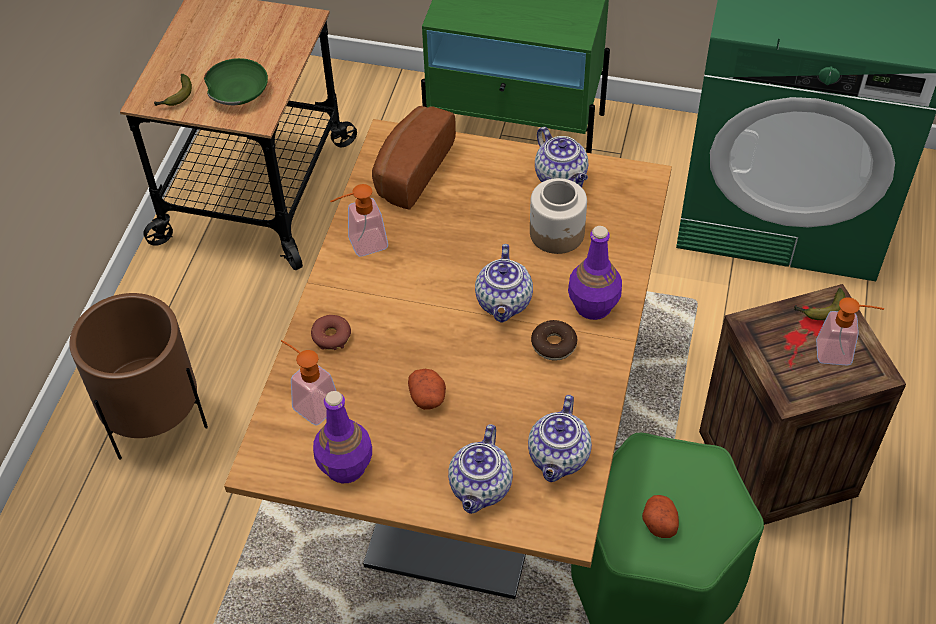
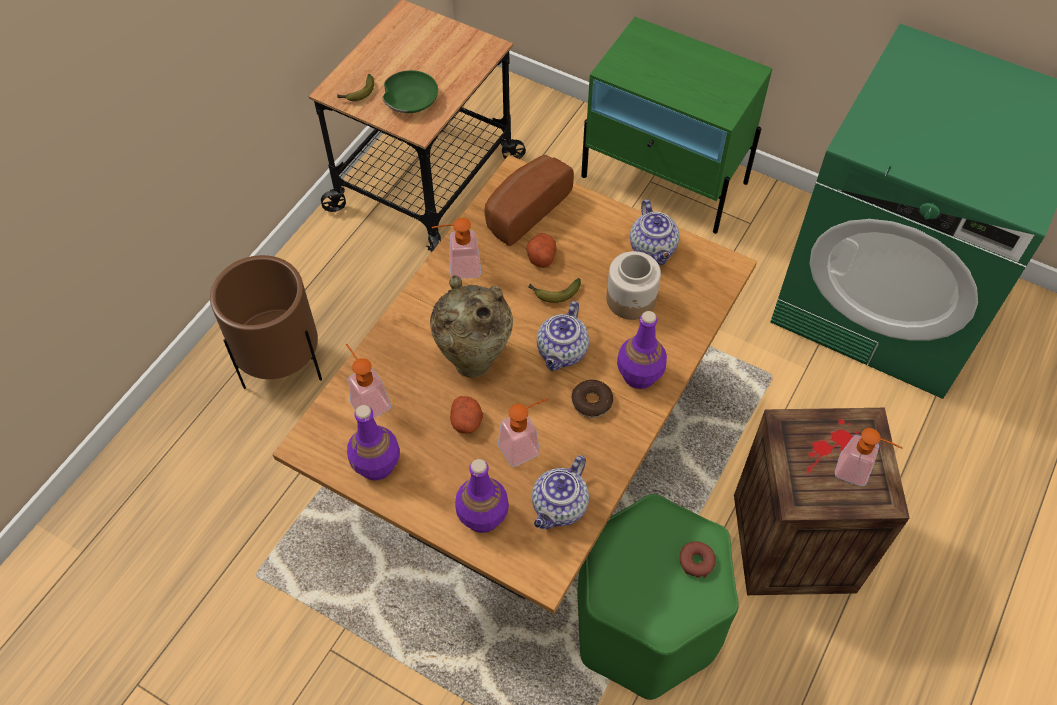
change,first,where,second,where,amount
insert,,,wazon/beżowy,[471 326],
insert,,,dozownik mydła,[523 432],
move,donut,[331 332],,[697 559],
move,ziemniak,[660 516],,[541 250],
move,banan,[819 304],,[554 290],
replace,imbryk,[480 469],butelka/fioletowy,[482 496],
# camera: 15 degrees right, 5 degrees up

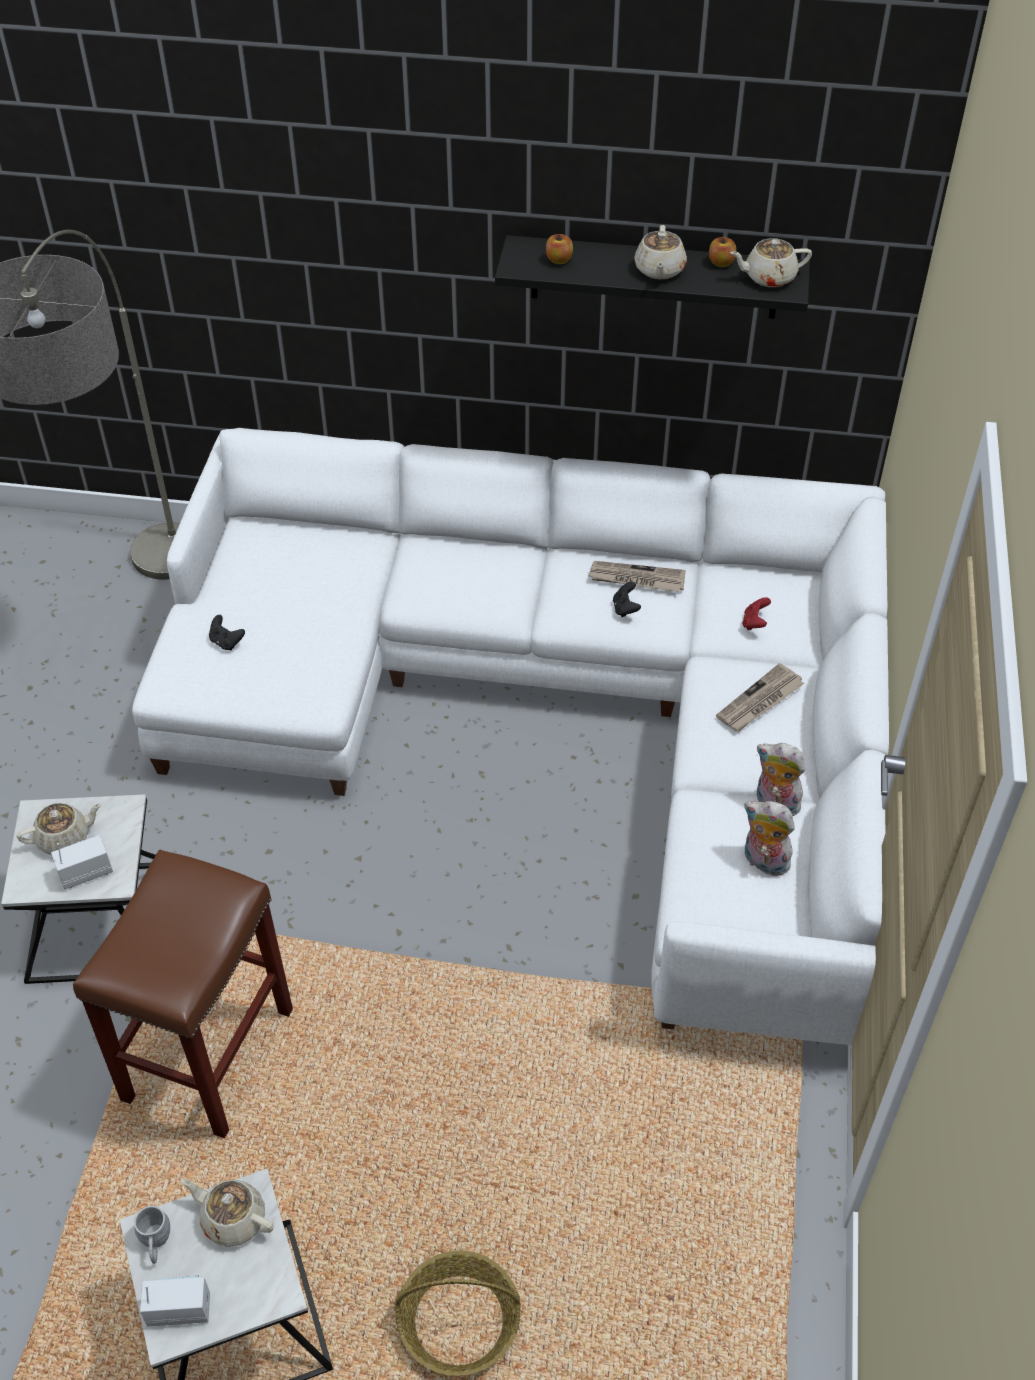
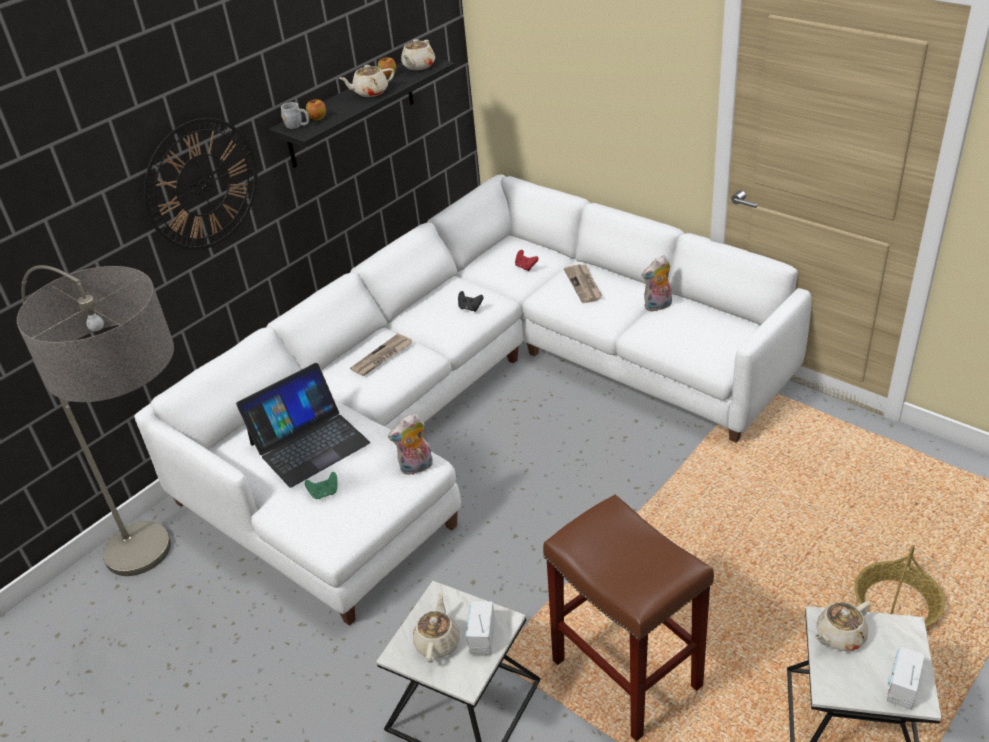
change,first,where,second,where,amount
insert,,,zegar ścienny,[201 184],
insert,,,laptop,[303 425],
move,kubek/szary,[152 1235],,[295 115],
move,gazeta,[637 576],,[381 355],
move,pluszak,[769 838],,[410 444],
recolor,pad do gier/czarny,[227 633],pad do gier/zielony,[321 485],
rotate,imbryk/beżowy,[660 252],,[366 81],120 degrees clockwise
# camera: 55 degrees left, 10 degrees down

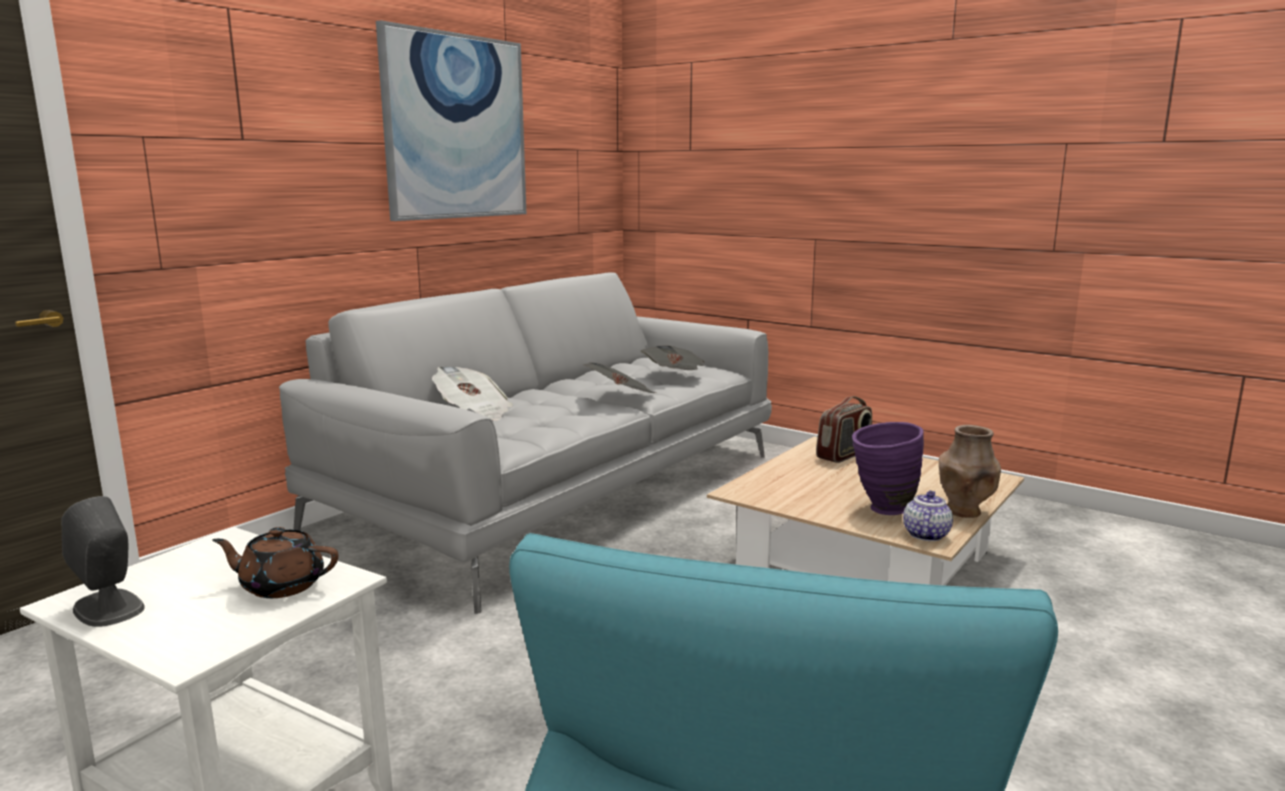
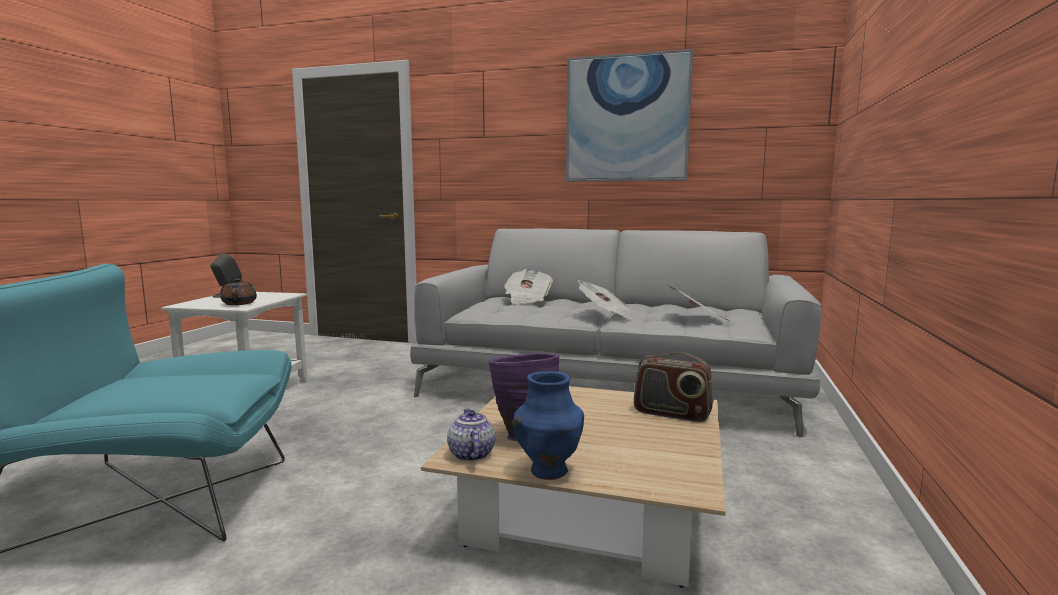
change,first,where,second,where,amount
recolor,wazon/brązowy,[970 471],wazon/niebieski,[548 425],
rotate,imbryk,[928 516],,[471 435],105 degrees counterclockwise
# camera: 70 degrees right, 5 degrees down

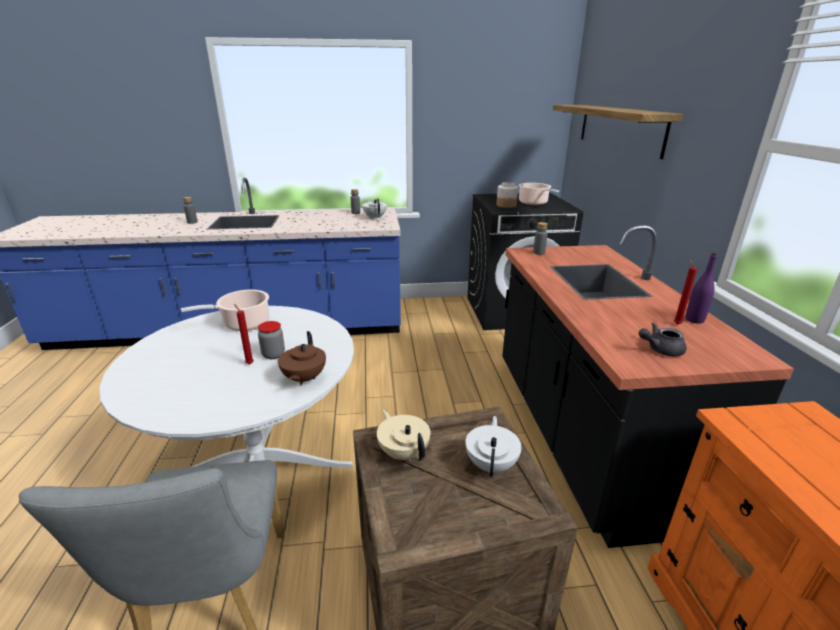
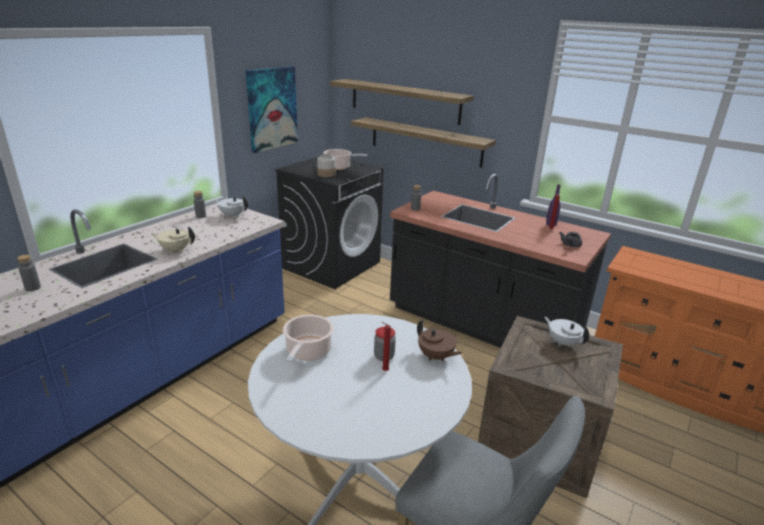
change,first,where,second,where,amount
insert,,,obraz,[272 109],
insert,,,półka,[423 142],
move,imbryk/beżowy,[403 435],,[172 240],
# camera: 50 degrees left, 0 degrees up

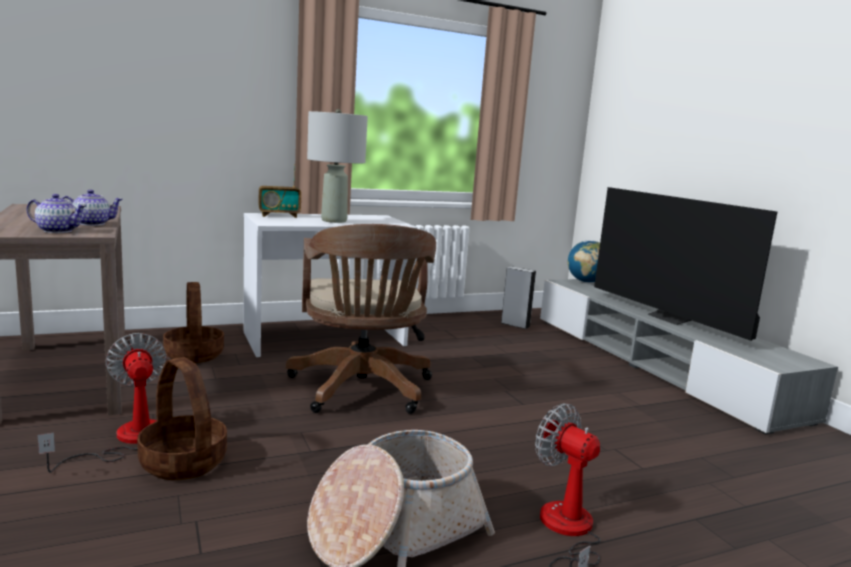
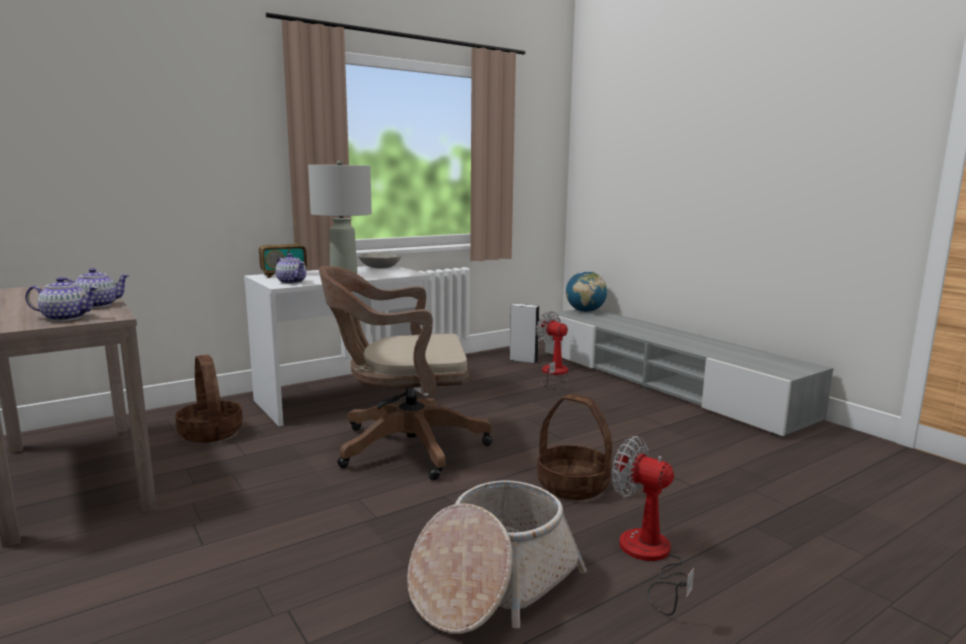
change,first,where,second,where,amount
delete,telewizor,[685 264],,,
insert,,,imbryk,[291 269],
insert,,,miska/szary,[380 261],
move,wentylator,[102 402],,[553 349],
move,koszyk,[182 418],,[574 447],
rotate,krzesło biurowe/brązowy,[361 319],,[405 373],105 degrees clockwise
# camera: 10 degrees left, 0 degrees up

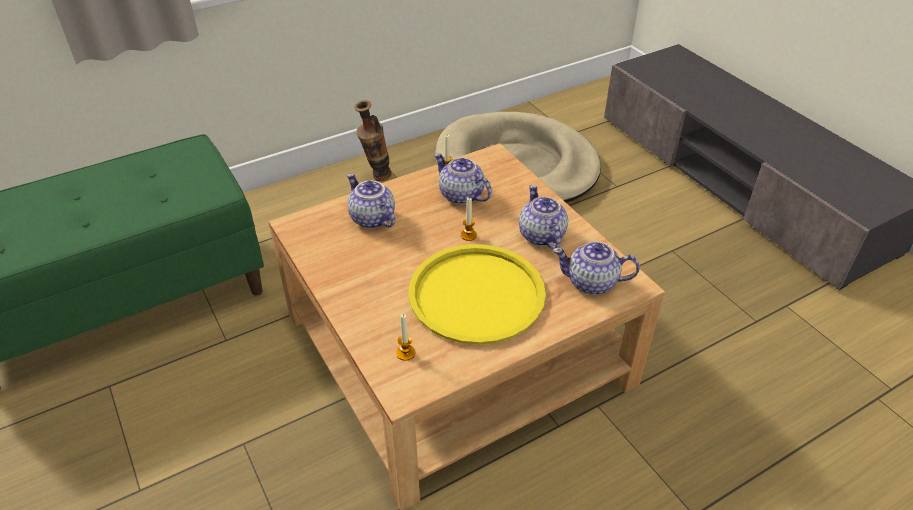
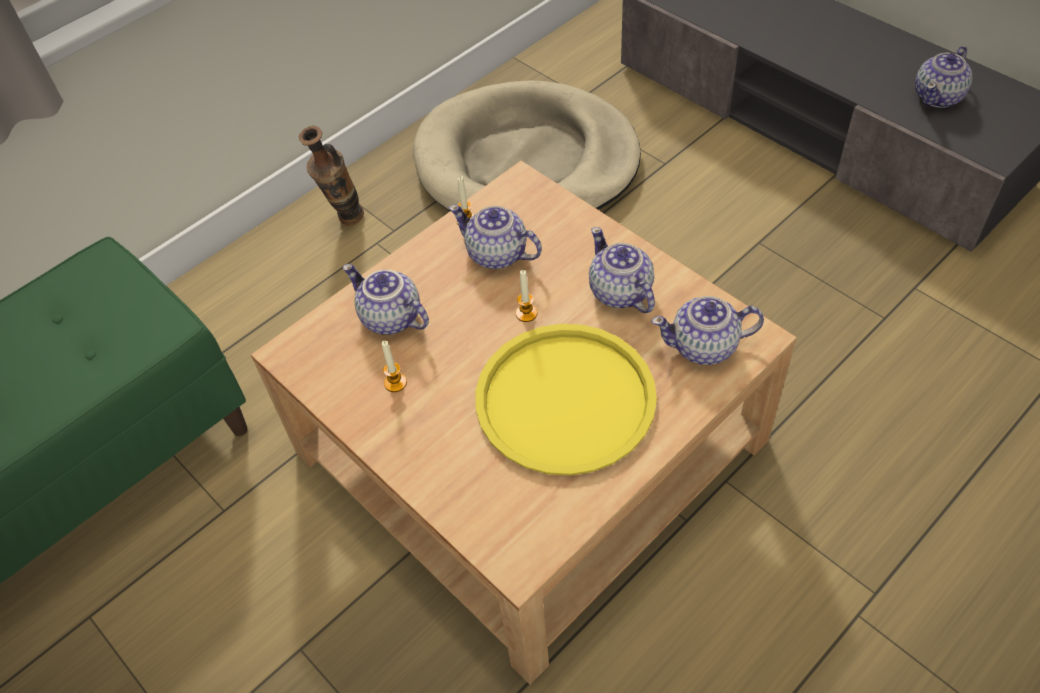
change,first,where,second,where,amount
insert,,,imbryk,[943 77],
move,świeca,[405 337],,[394 366],
# camera: 10 degrees left, 10 degrees up

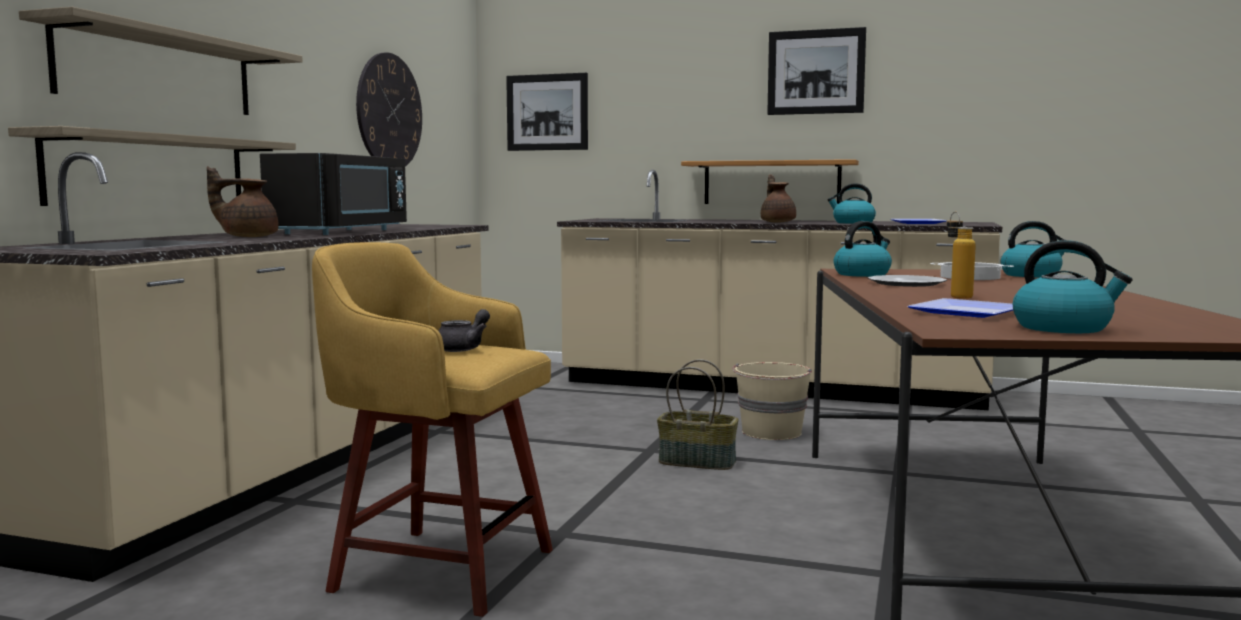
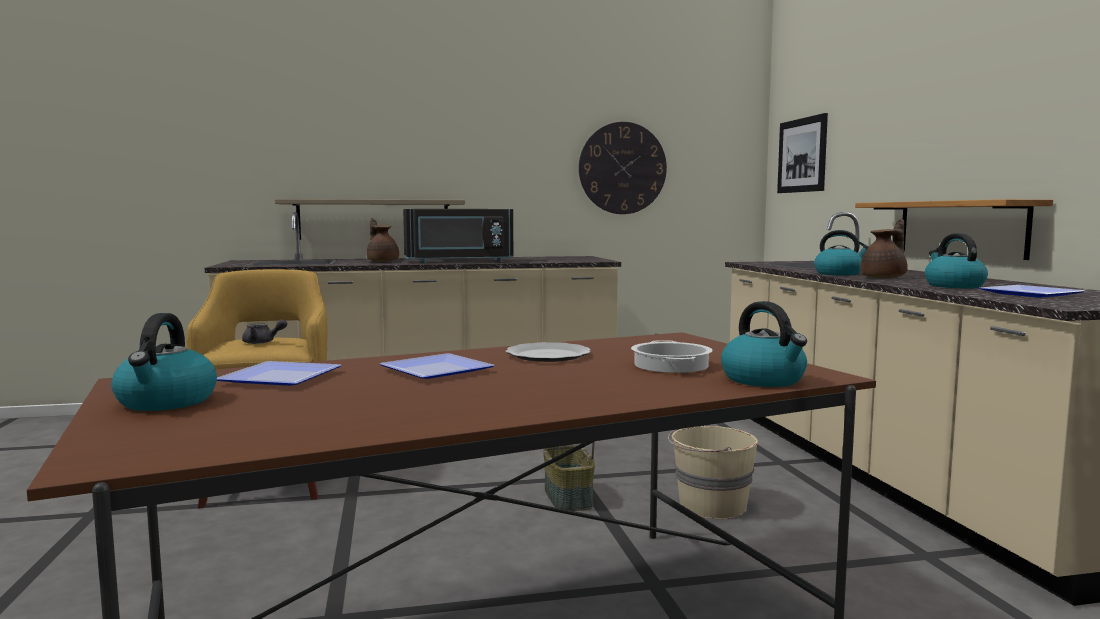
change,first,where,second,where,amount
delete,półka,[161 61],,,
delete,obraz,[816 71],,,
move,czajnik,[863 249],,[841 253],
replace,butelka,[961 255],talerz,[437 366],
# camera: 60 degrees right, 0 degrees up

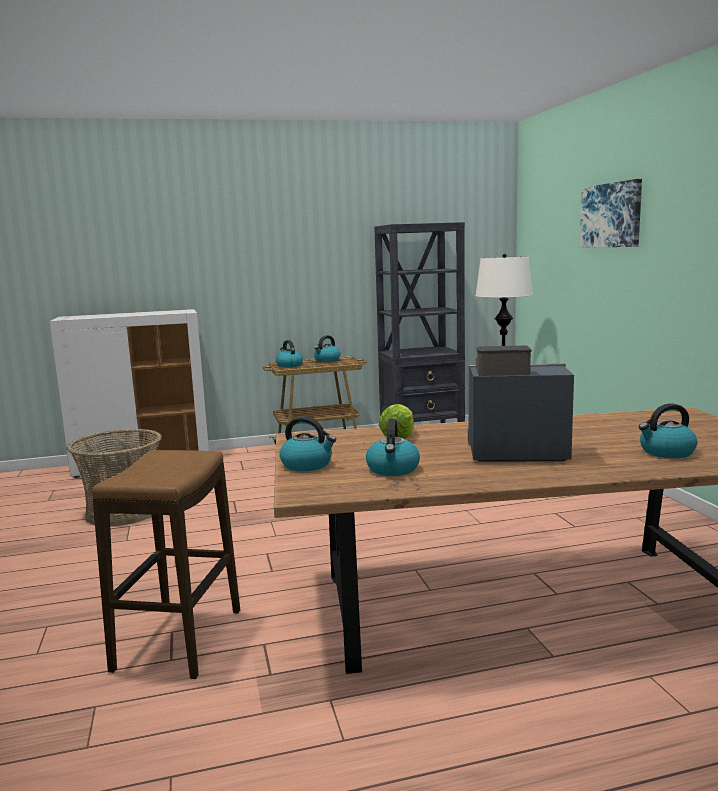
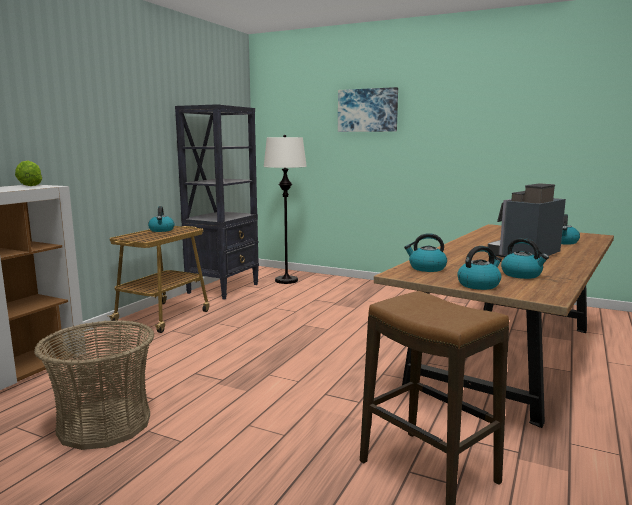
change,first,where,second,where,amount
move,czajnik,[289 354],,[425 252],
move,sałata,[396 421],,[28 173],
# camera: 50 degrees left, 0 degrees up

